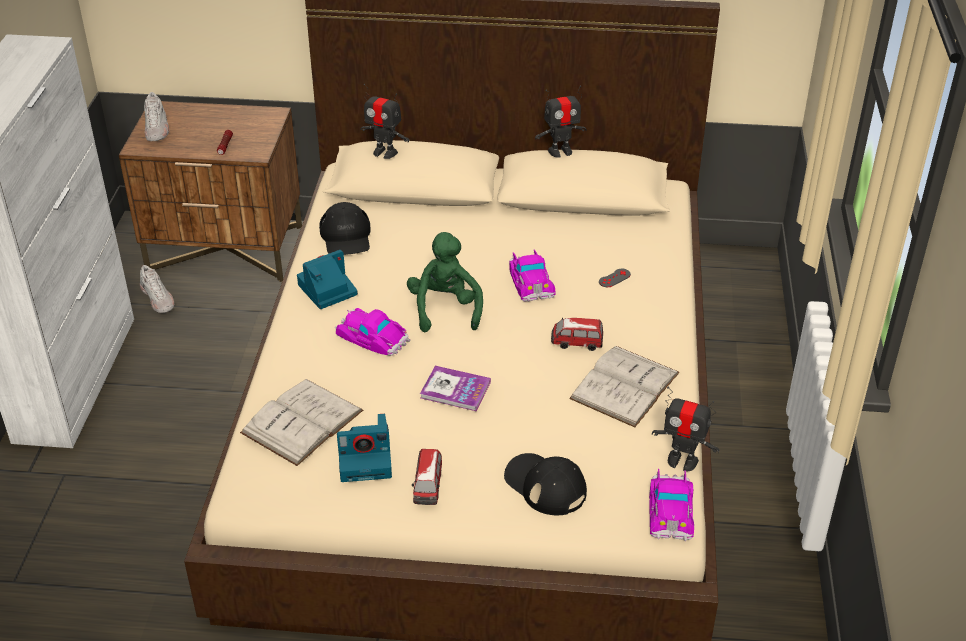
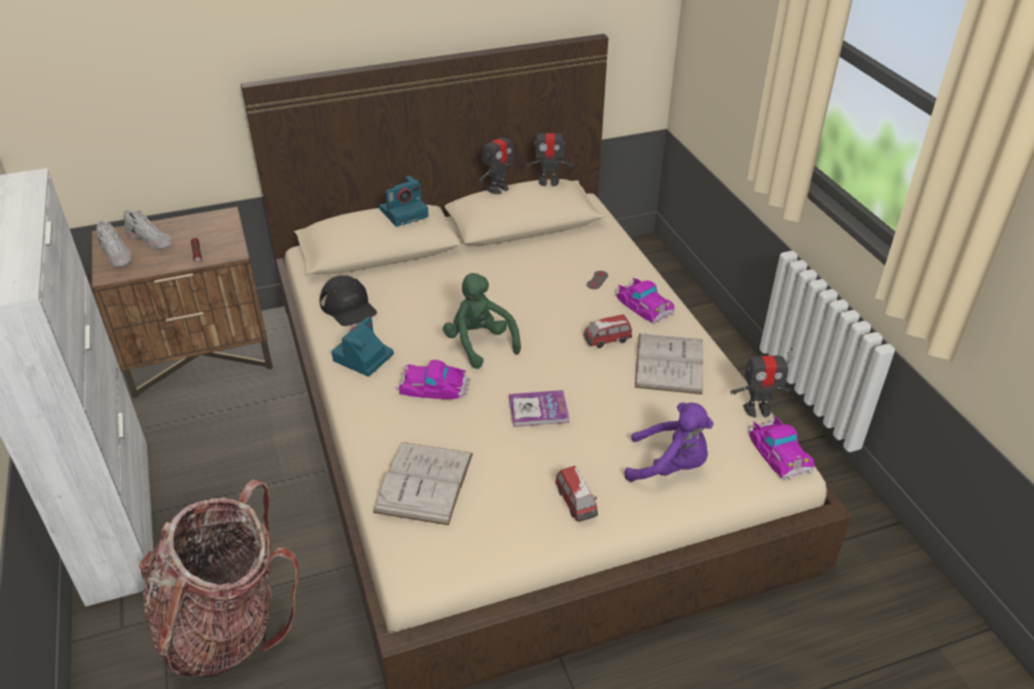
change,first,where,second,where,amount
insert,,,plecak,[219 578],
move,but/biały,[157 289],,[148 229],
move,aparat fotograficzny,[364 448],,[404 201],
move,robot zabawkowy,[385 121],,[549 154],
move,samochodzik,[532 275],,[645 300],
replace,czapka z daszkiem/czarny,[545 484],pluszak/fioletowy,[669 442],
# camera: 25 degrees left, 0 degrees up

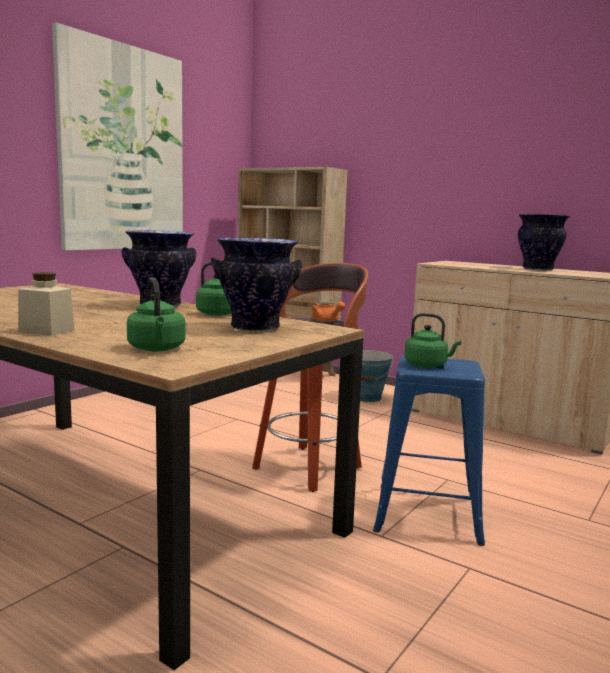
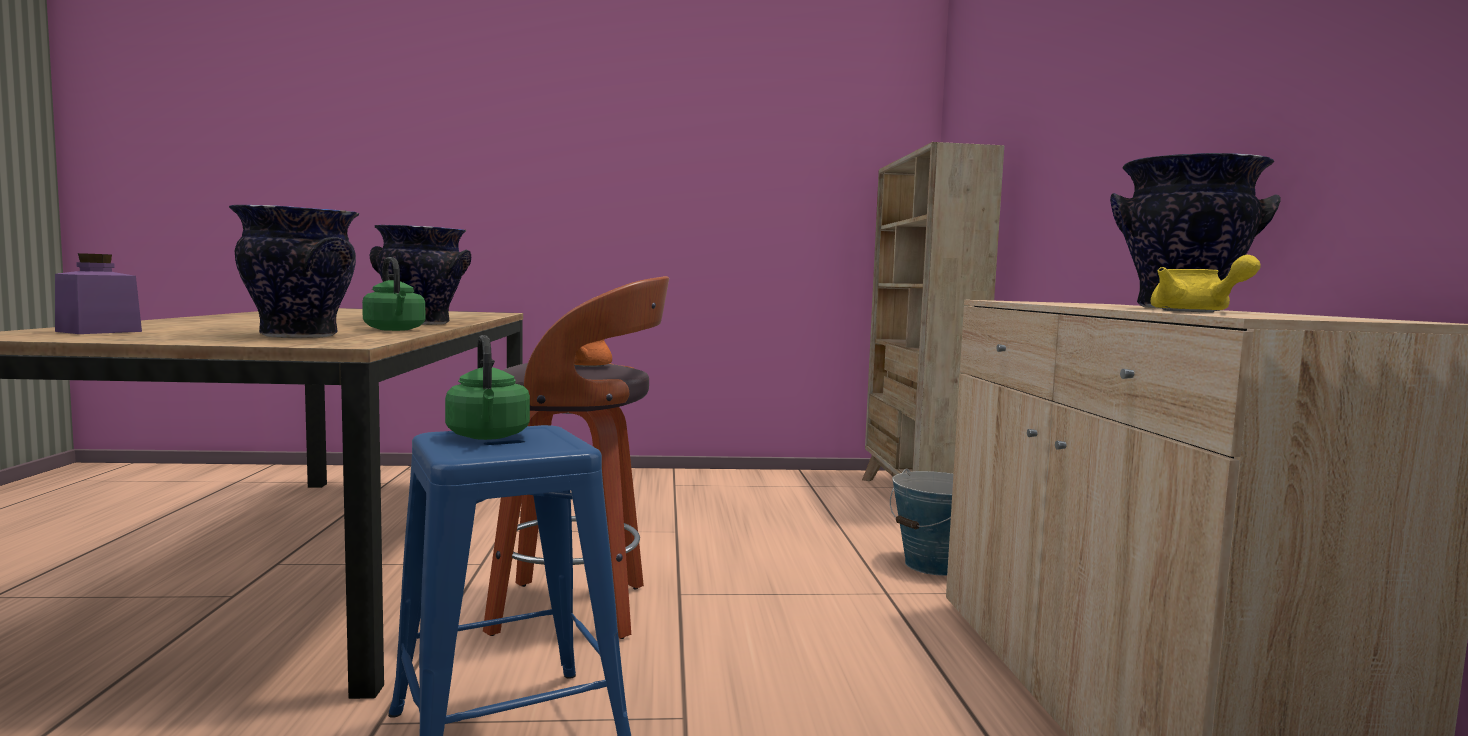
change,first,where,second,where,amount
delete,słoik/beżowy,[46 304],,,
delete,obraz,[117 137],,,
insert,,,imbryk/żółty,[1205 283],
replace,czajnik/zielony,[156 314],słoik/fioletowy,[98 293],
# camera: 50 degrees right, 5 degrees down

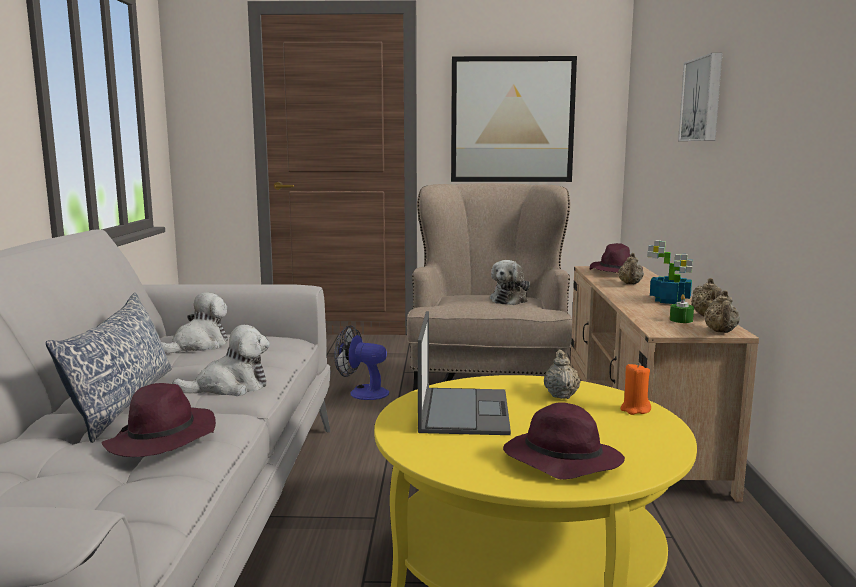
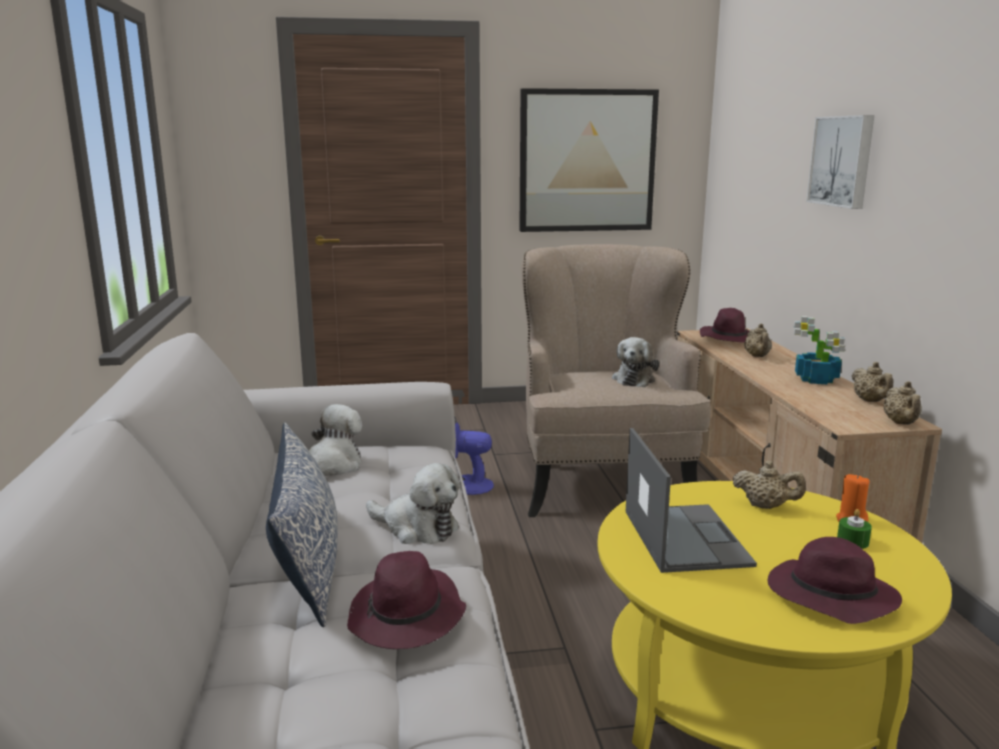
change,first,where,second,where,amount
move,świeca/zielony,[682 308],,[854 529],
rotate,pluszak,[221 360],,[413 503],60 degrees clockwise
rotate,imbryk/beżowy,[562 374],,[769 485],120 degrees clockwise
# camera: 10 degrees left, 5 degrees up

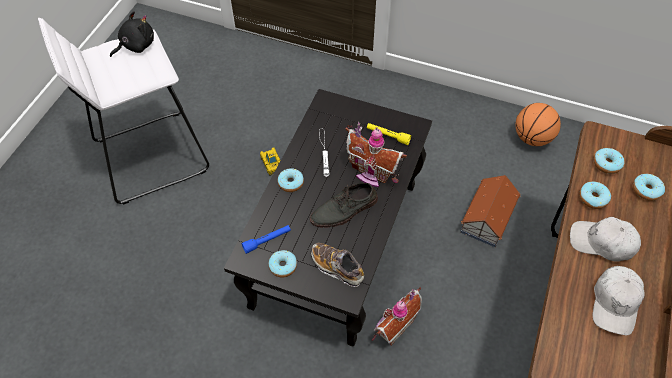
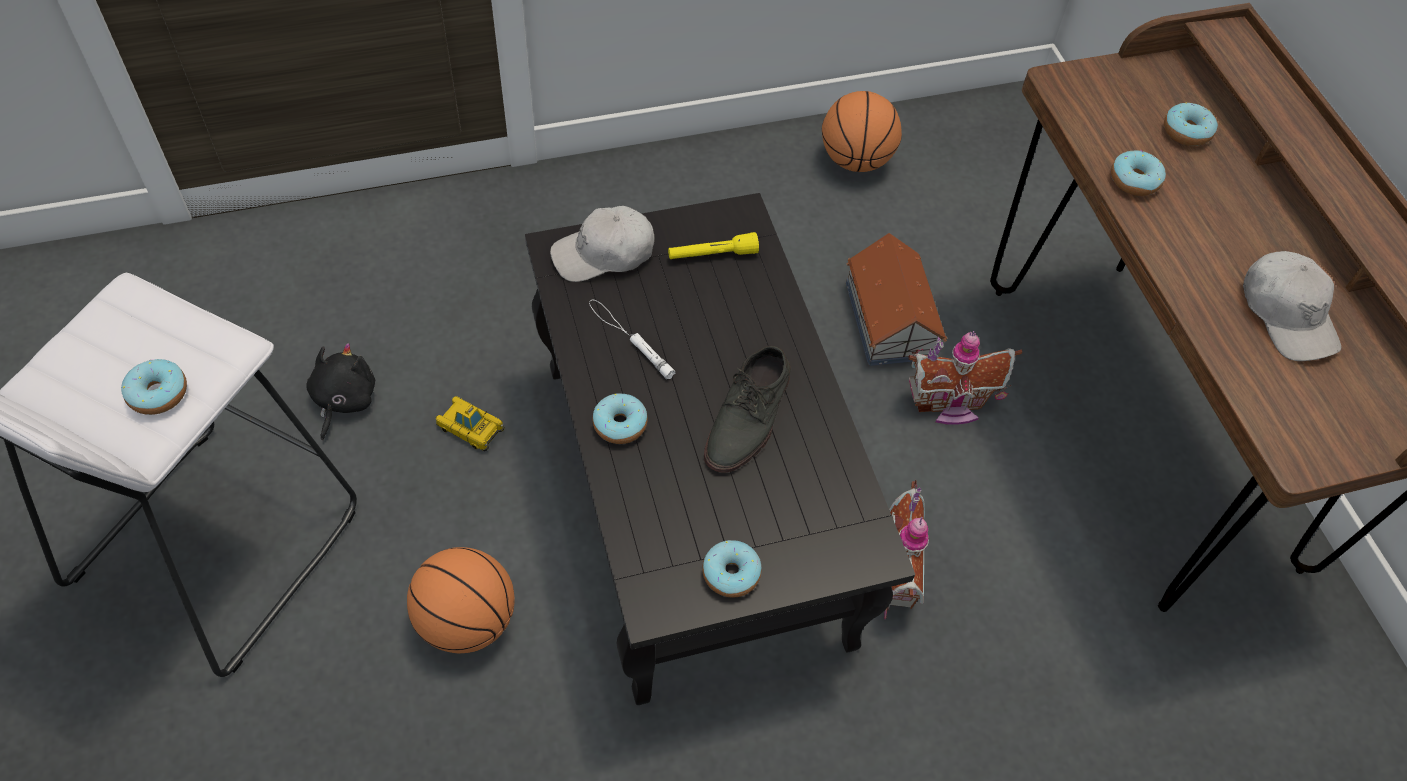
change,first,where,second,where,amount
delete,latarka/niebieski,[266 239],,,
delete,but,[337 265],,,
insert,,,piłka do koszykówki,[461 600],
move,pluszak/czarny,[132 34],,[340 392],
move,domek,[376 154],,[965 378],
move,czapka z daszkiem/biały,[605 239],,[602 244],
move,donut,[609 161],,[154 387],
# camera: 40 degrees left, 0 degrees up

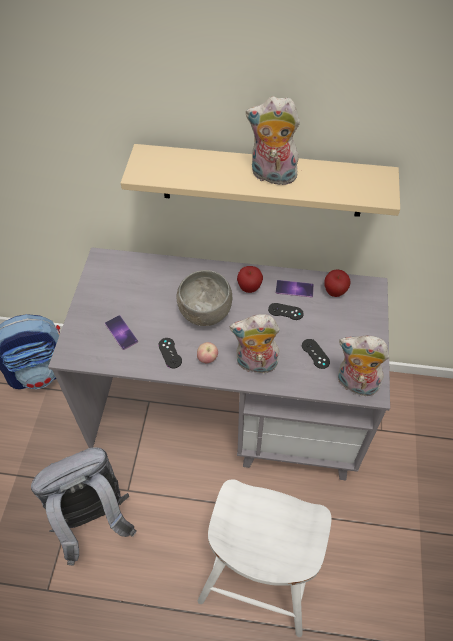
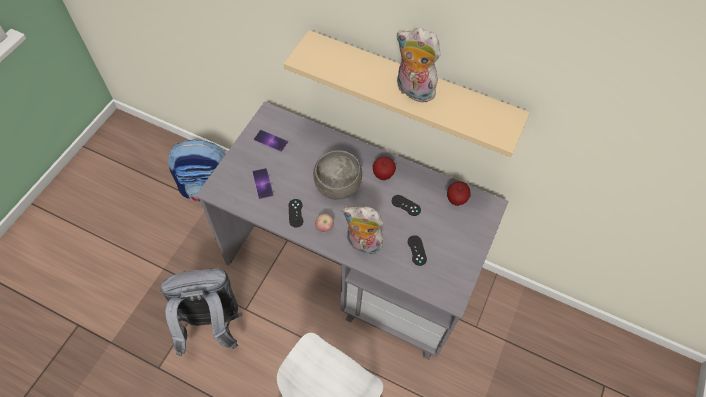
change,first,where,second,where,amount
delete,pluszak,[363 367],,,
move,telefon,[295 288],,[271 141],
# camera: 15 degrees right, 5 degrees up

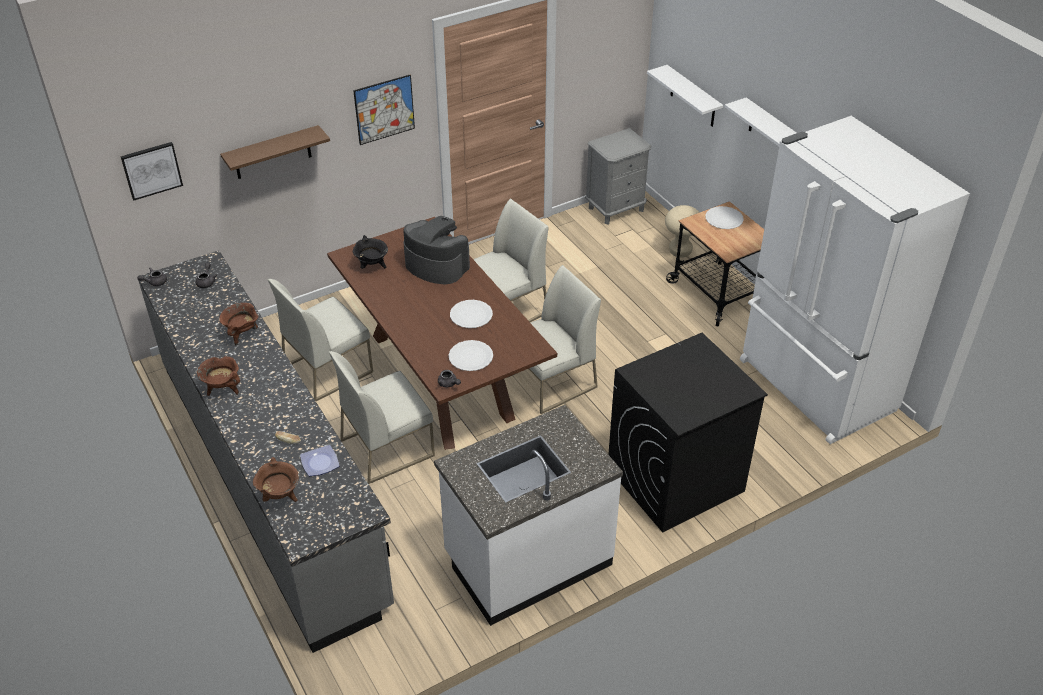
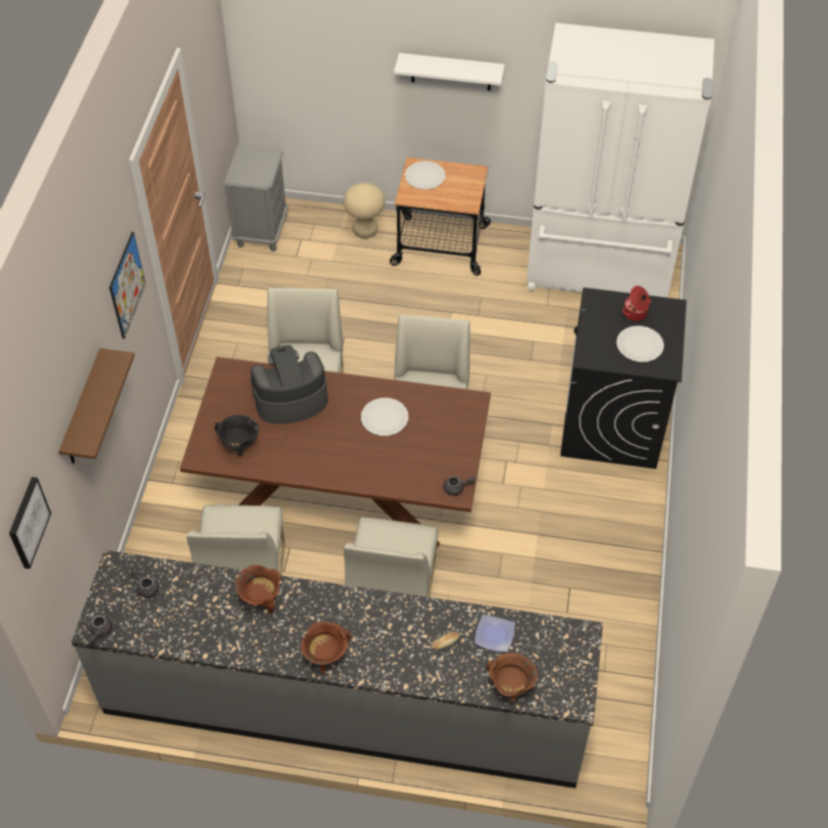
change,first,where,second,where,amount
delete,zabudowa kuchenna/biały,[528 515],,,
delete,półka/biały,[685 96],,,
insert,,,garnek,[636 303],
move,talerz/biały,[471 355],,[640 344],
# camera: 50 degrees left, 10 degrees up

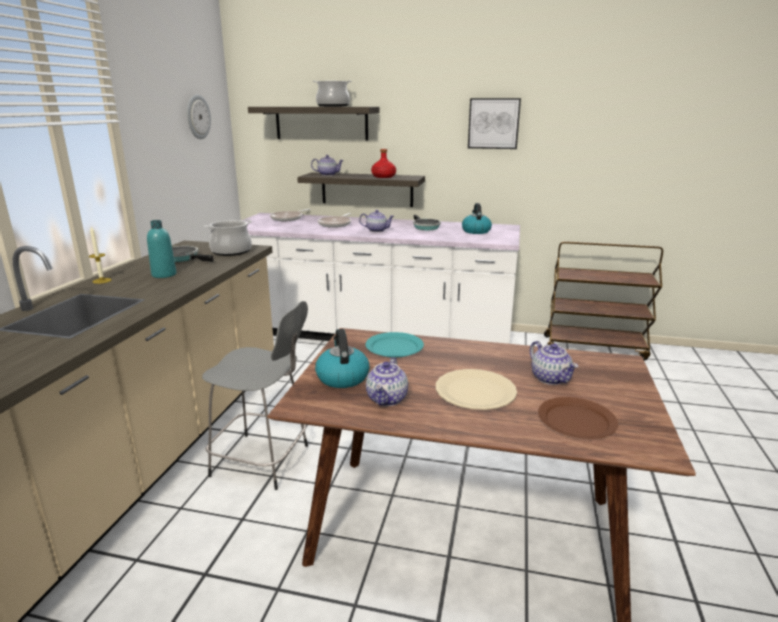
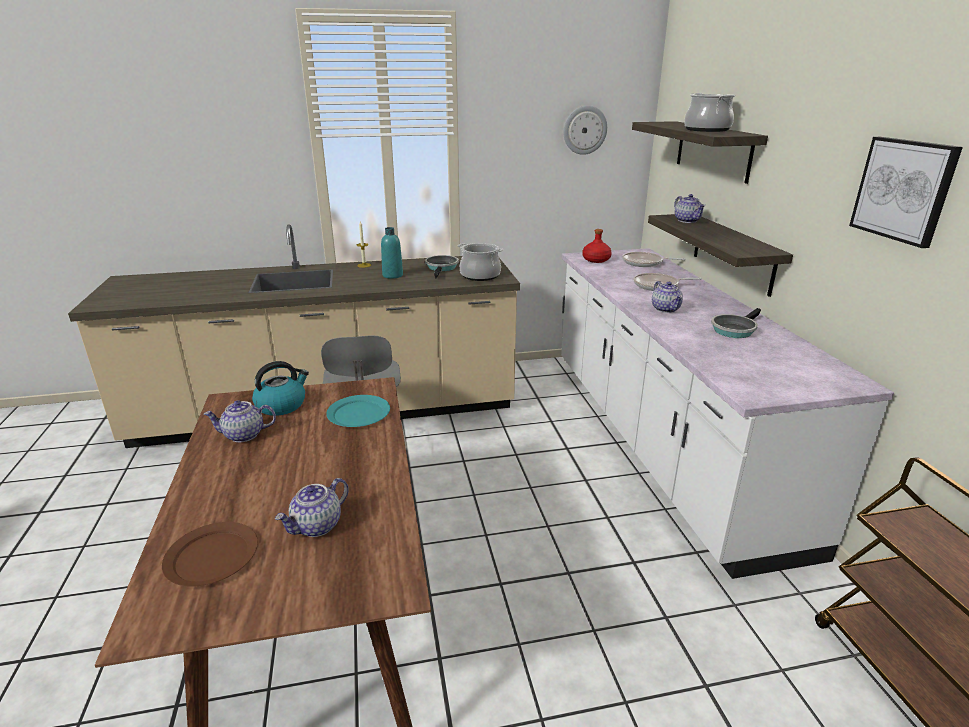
change,first,where,second,where,amount
delete,talerz/beżowy,[476 389],,,
delete,czajnik,[477 218],,,
move,butelka/czerwony,[383 163],,[597 246],
# camera: 65 degrees right, 5 degrees up

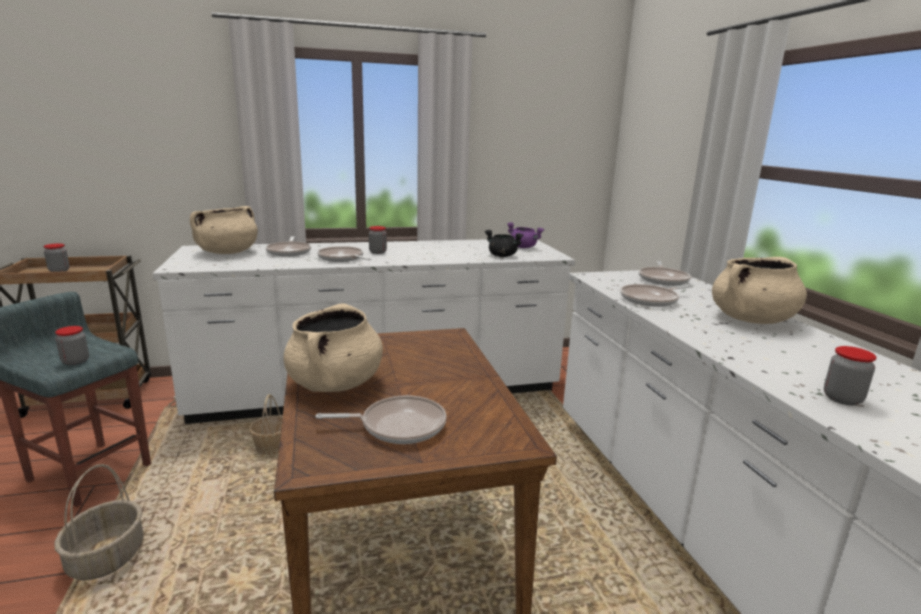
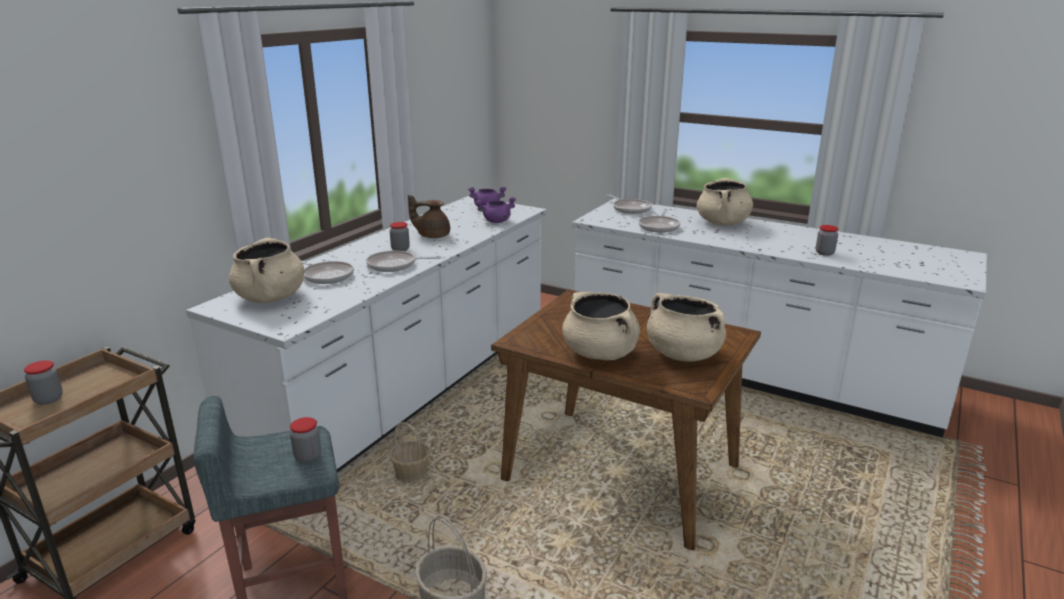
change,first,where,second,where,amount
insert,,,imbryk/brązowy,[429 216],
replace,patelnia,[380 419],garnek/beżowy,[686 327],
recolor,garnek/czarny,[504 243],garnek/fioletowy,[495 210],
# camera: 45 degrees left, 5 degrees up

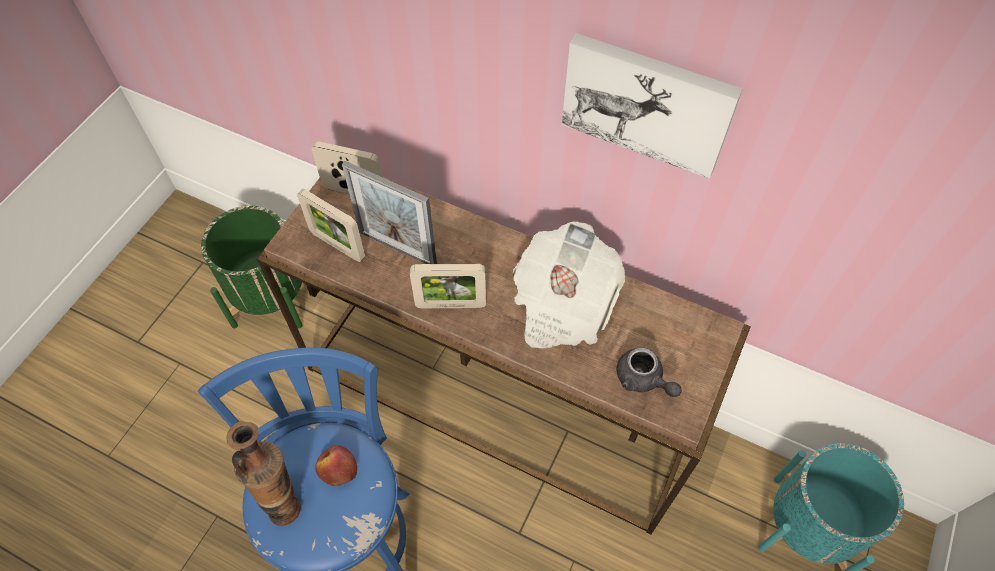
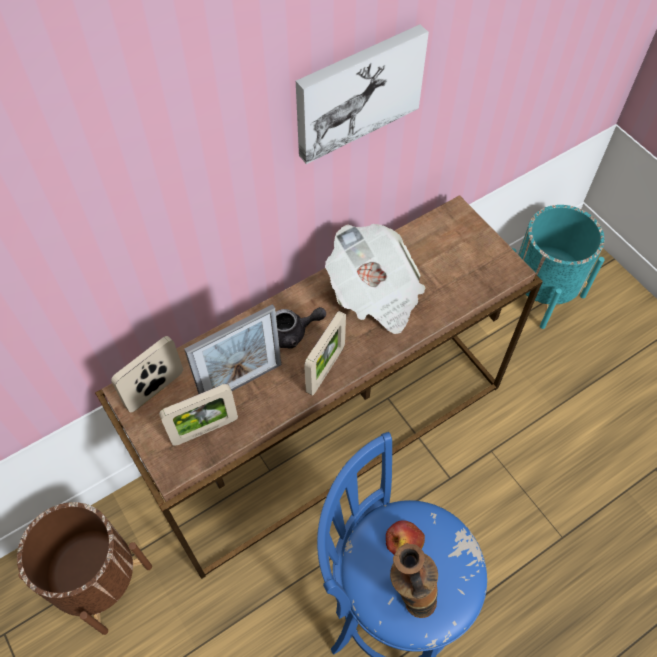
change,first,where,second,where,amount
move,imbryk/szary,[649 372],,[301 328],
recolor,donica/zielony,[252 267],donica/brązowy,[84 568],
# camera: 60 degrees left, 0 degrees up

